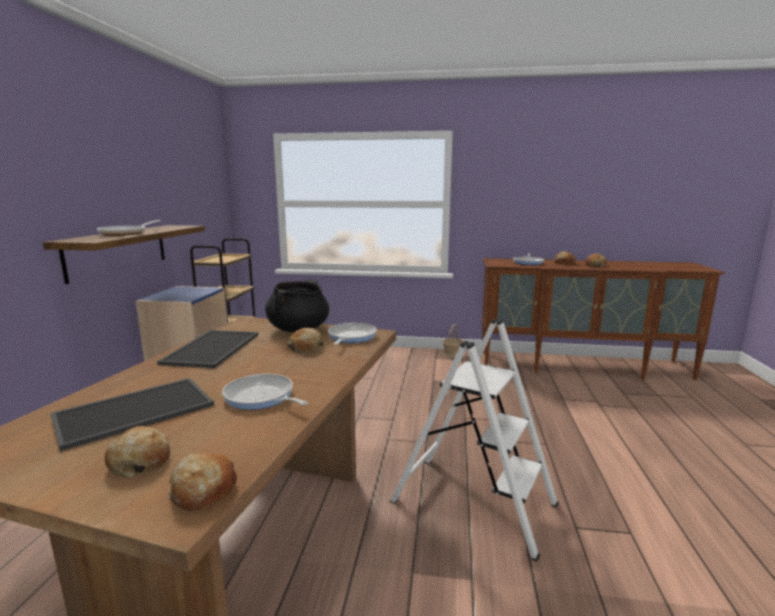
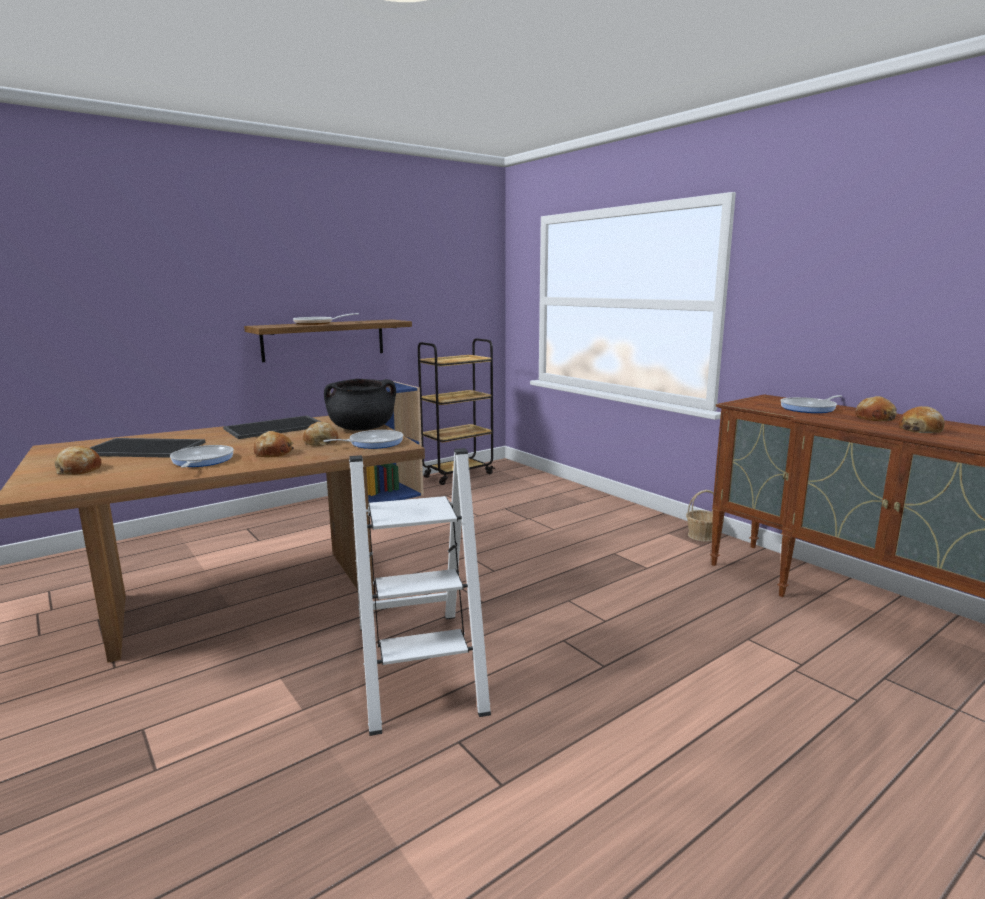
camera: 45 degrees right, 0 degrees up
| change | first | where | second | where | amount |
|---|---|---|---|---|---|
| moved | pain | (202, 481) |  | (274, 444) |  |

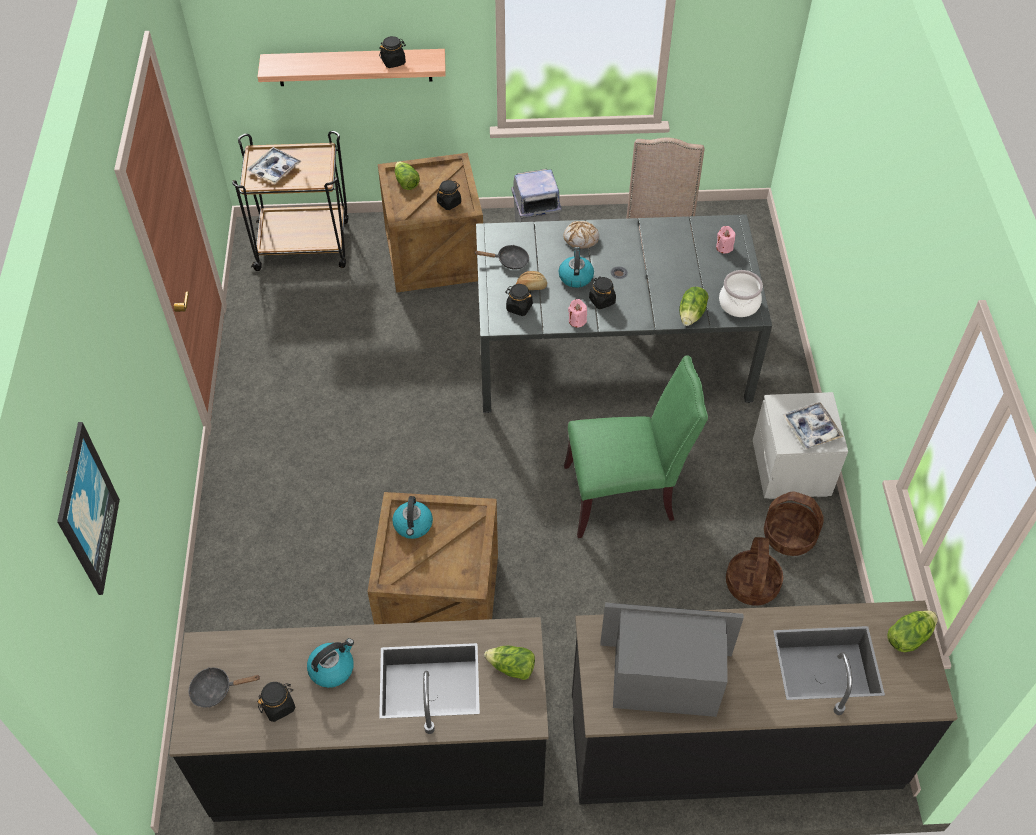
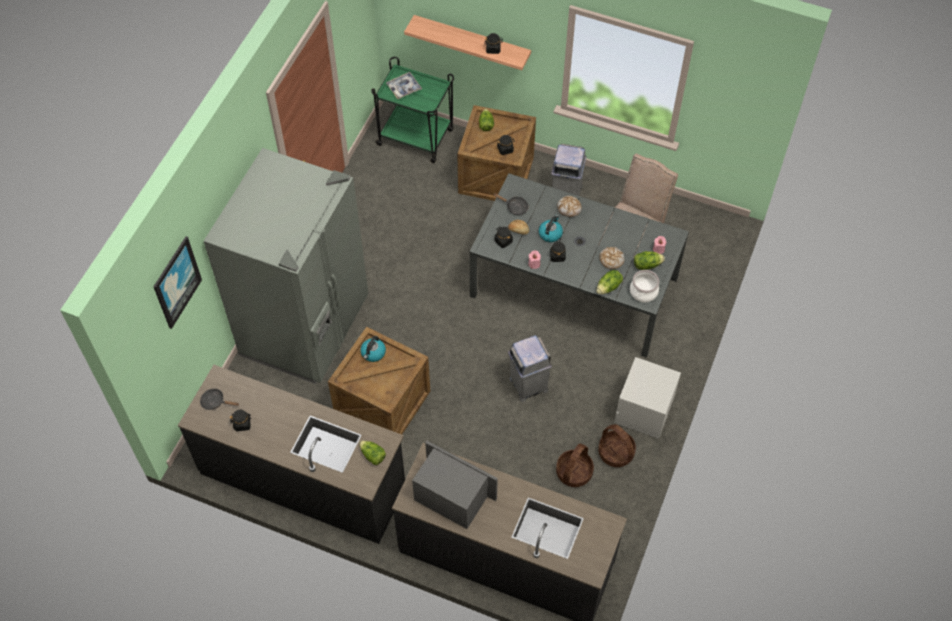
camera: 25 degrees right, 5 degrees up
| change | first | where | second | where | amount |
|---|---|---|---|---|---|
| recoloured | chariot/marron | (290, 201) | chariot/vert | (412, 110) |  |
| replaced | chaise/vert | (636, 446) | poubelle/gris | (530, 368) |  |
| removed | plateau | (813, 425) |  |  |  |
| moved | laitue | (912, 631) |  | (649, 260) |  |
| removed | bouilloire | (330, 663) |  |  |  |
| added |  |  | réfrigérateur/gris | (286, 266) |  |
| added |  |  | pain | (611, 258) |  |

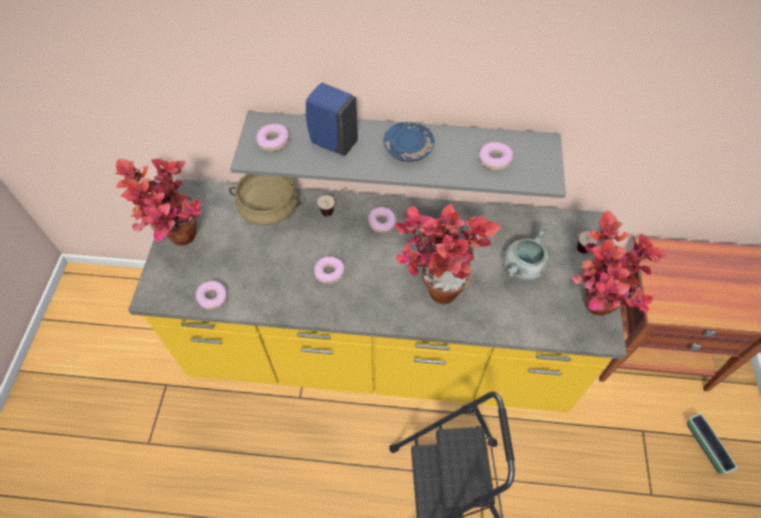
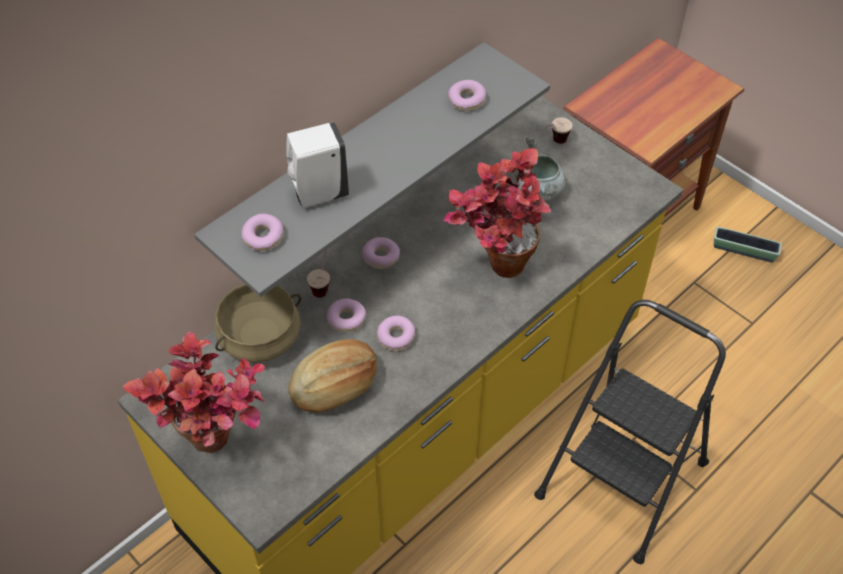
camera: 50 degrees left, 5 degrees down
| change | first | where | second | where | amount |
|---|---|---|---|---|---|
| recoloured | distributeur de savon/bleu | (332, 119) | distributeur de savon/blanc | (317, 165) |  |
| removed | assiette/bleu | (409, 142) |  |  |  |
| removed | plante en pot | (620, 263) |  |  |  |
| moved | beignet | (211, 295) |  | (346, 315) |  |
| added |  |  | pain | (332, 375) |  |

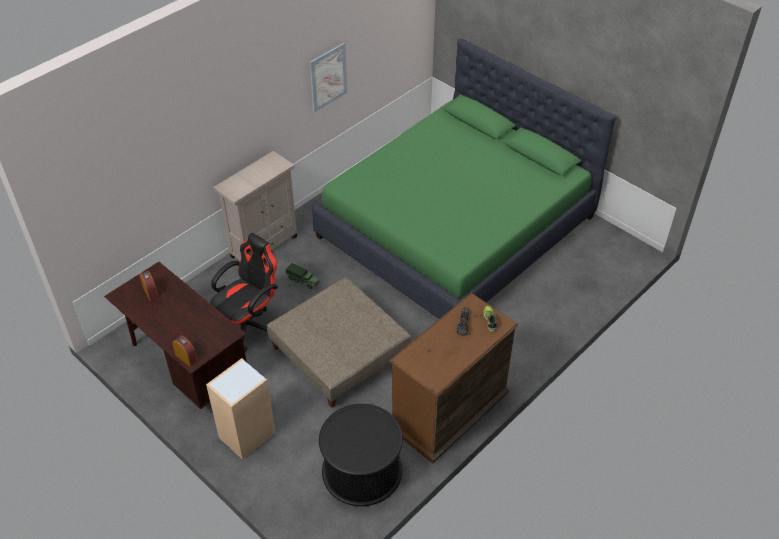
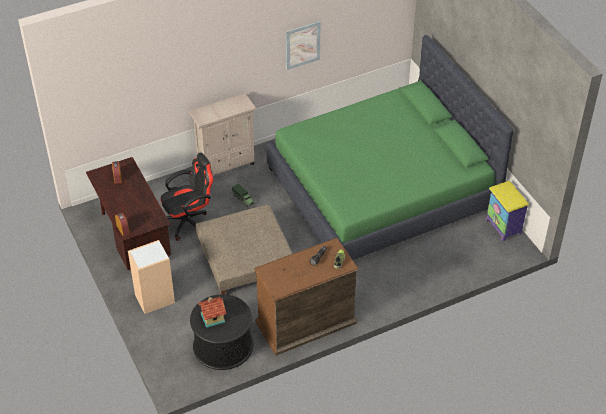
camera: 20 degrees right, 0 degrees up
| change | first | where | second | where | amount |
|---|---|---|---|---|---|
| added |  |  | table de chevet | (507, 211) |  |
| added |  |  | maison miniature | (212, 312) |  |

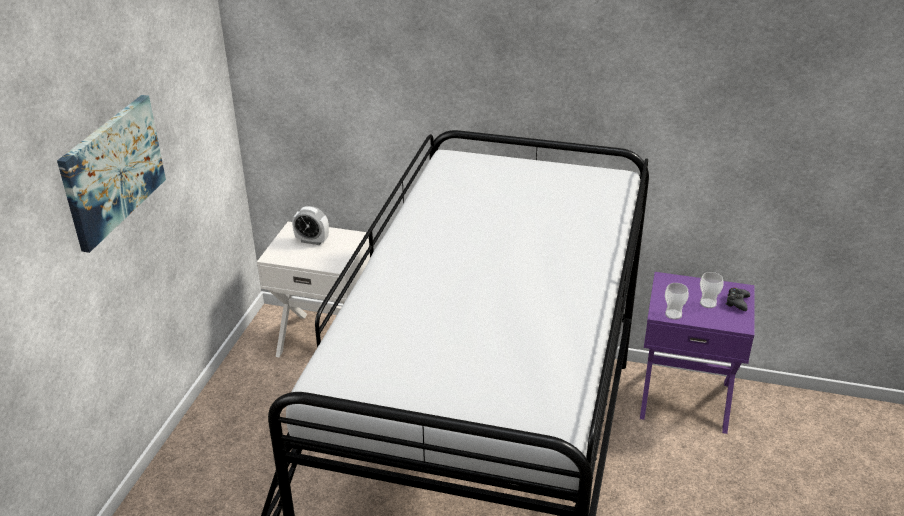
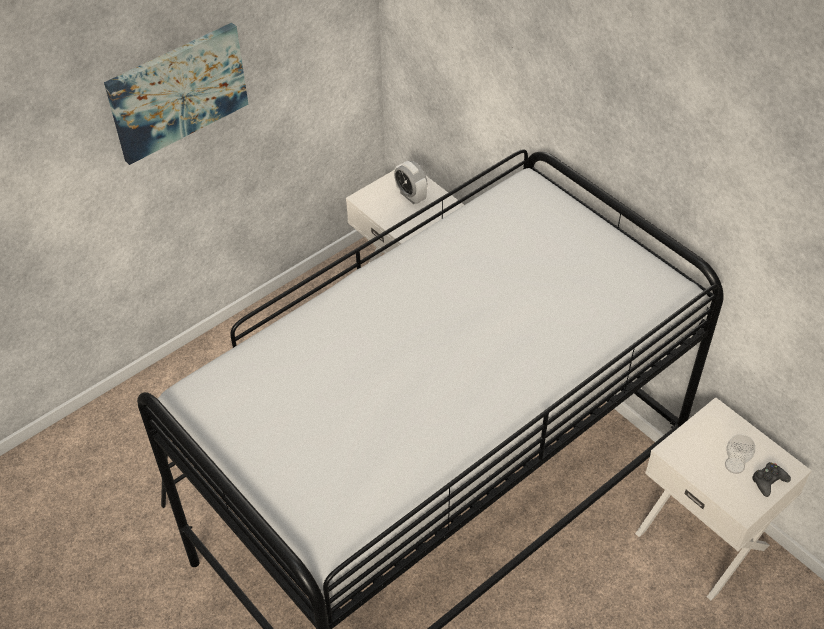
camera: 35 degrees right, 15 degrees up
| change | first | where | second | where | amount |
|---|---|---|---|---|---|
| recoloured | table de chevet/violet | (697, 353) | table de chevet/blanc | (723, 498) |  |
| removed | tasse | (677, 301) |  |  |  |

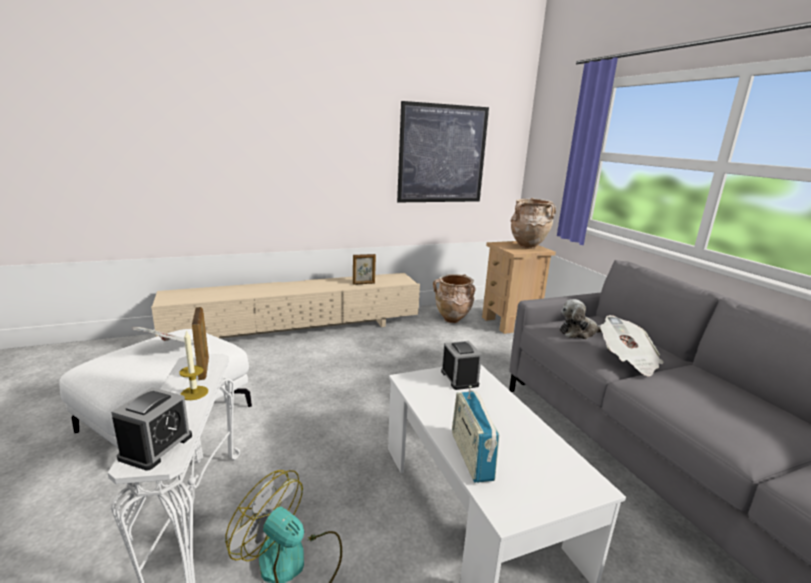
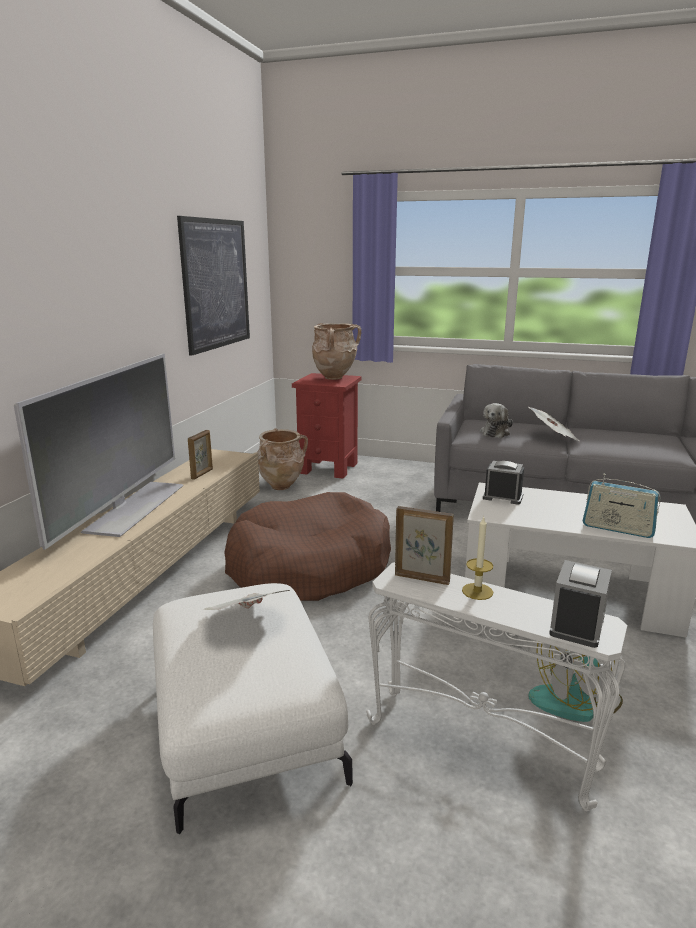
camera: 50 degrees left, 0 degrees up
| change | first | where | second | where | amount |
|---|---|---|---|---|---|
| recoloured | table de chevet/beige | (519, 287) | table de chevet/rouge | (327, 426) |  |
| turned | réveil | (151, 429) |  | (580, 604) | 60 degrees clockwise |
| added |  |  | téléviseur | (99, 451) |  |
| added |  |  | panier pour chien/marron | (307, 546) |  |

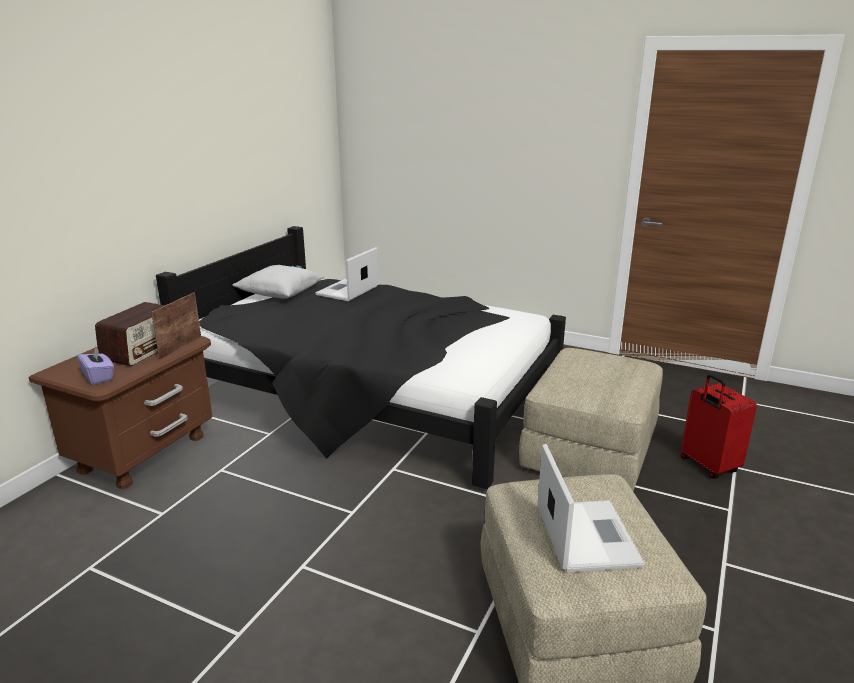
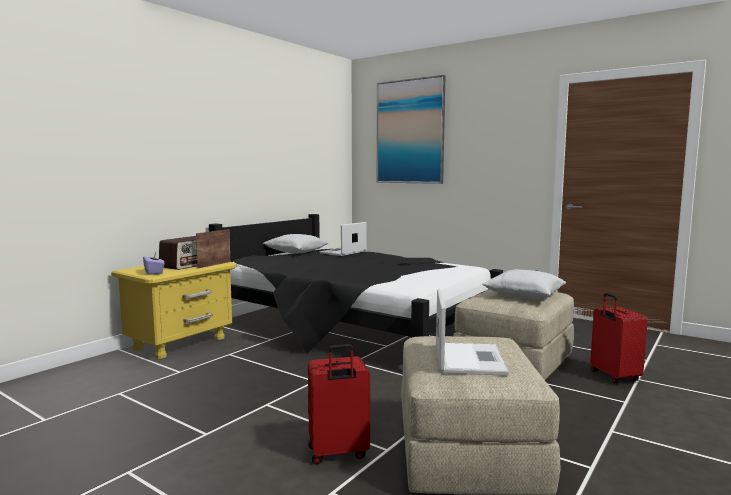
camera: 10 degrees right, 15 degrees down
| change | first | where | second | where | amount |
|---|---|---|---|---|---|
| recoloured | table de chevet/marron | (120, 412) | table de chevet/jaune | (173, 310) |  |
| added |  |  | tableau | (411, 129) |  |
| added |  |  | coussin/gris | (524, 284) |  |
| added |  |  | valise/rouge | (339, 404) |  |

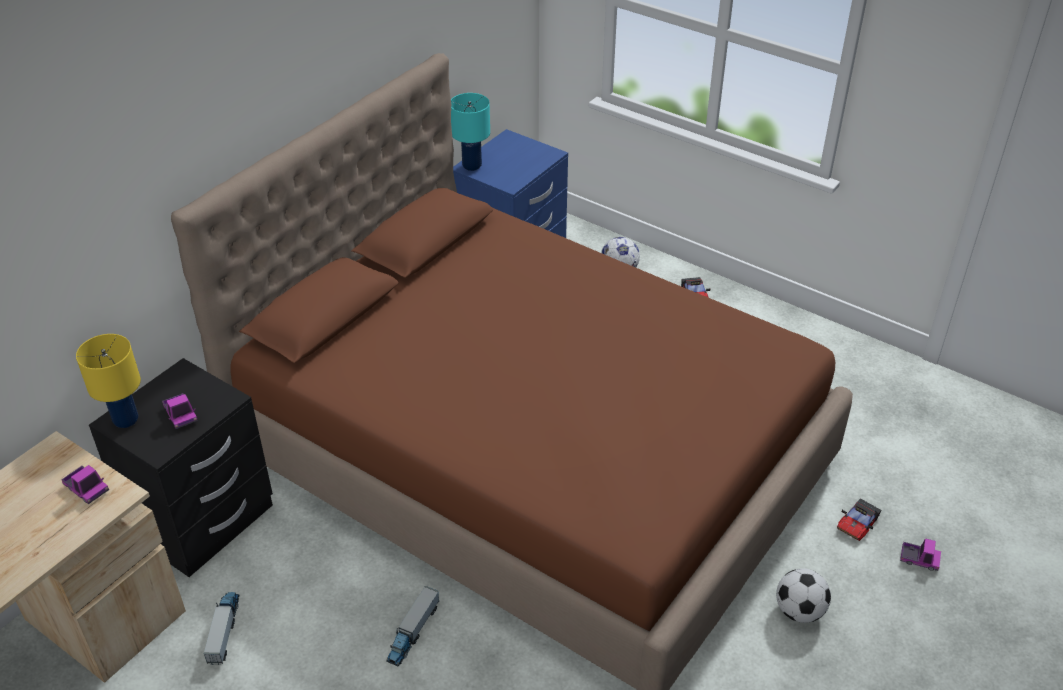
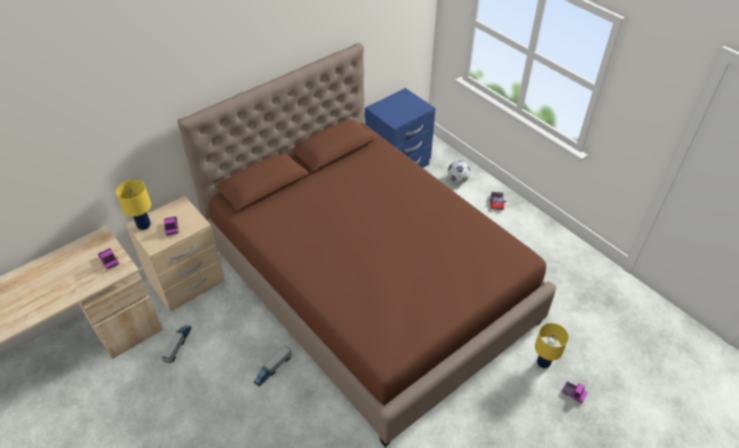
camera: 15 degrees right, 5 degrees up
| change | first | where | second | where | amount |
|---|---|---|---|---|---|
| removed | lampe de table/turquoise | (470, 132) |  |  |  |
| recoloured | table de chevet/noir | (181, 467) | table de chevet/beige | (175, 254) |  |
| replaced | petite voiture | (859, 519) | lampe de table/jaune | (552, 345) |  |
| removed | ballon de foot | (803, 595) |  |  |  |

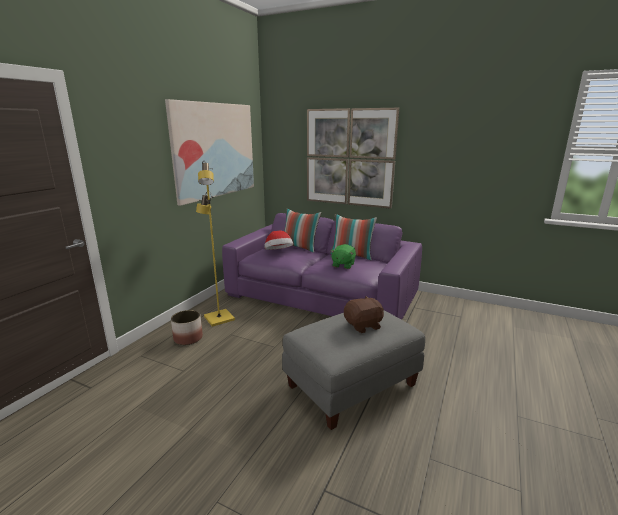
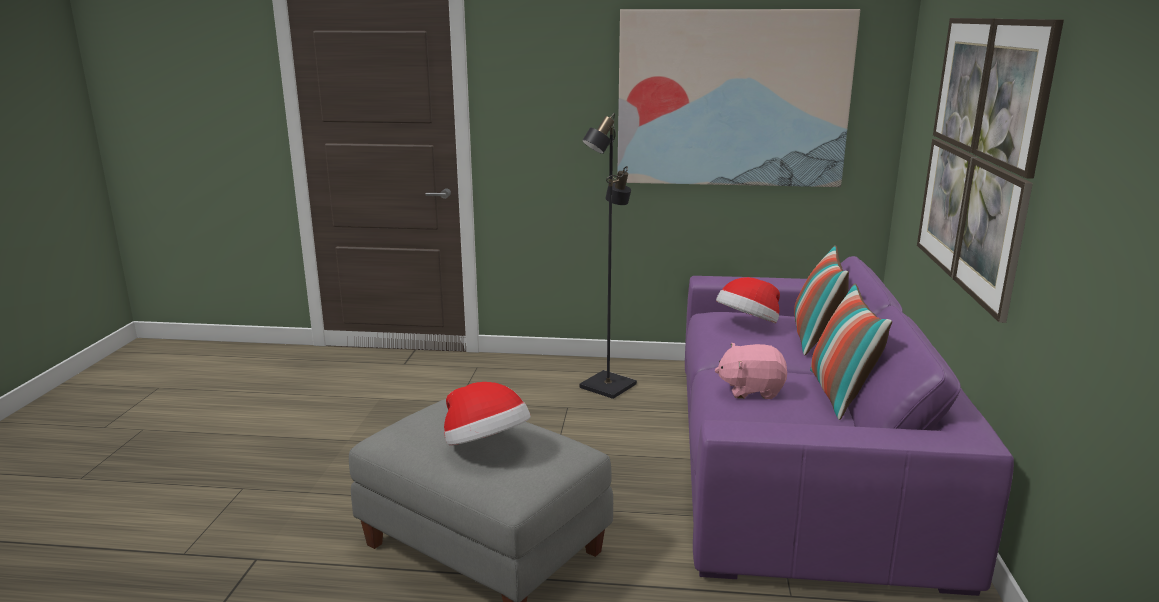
camera: 70 degrees right, 0 degrees up
| change | first | where | second | where | amount |
|---|---|---|---|---|---|
| recoloured | lampadaire/jaune | (215, 244) | lampadaire/noir | (608, 256) |  |
| recoloured | peluche/vert | (343, 256) | peluche/rose | (751, 371) |  |
| replaced | peluche/marron | (364, 314) | chapeau | (487, 413) |  |
| removed | cache-pot | (187, 327) |  |  |  |

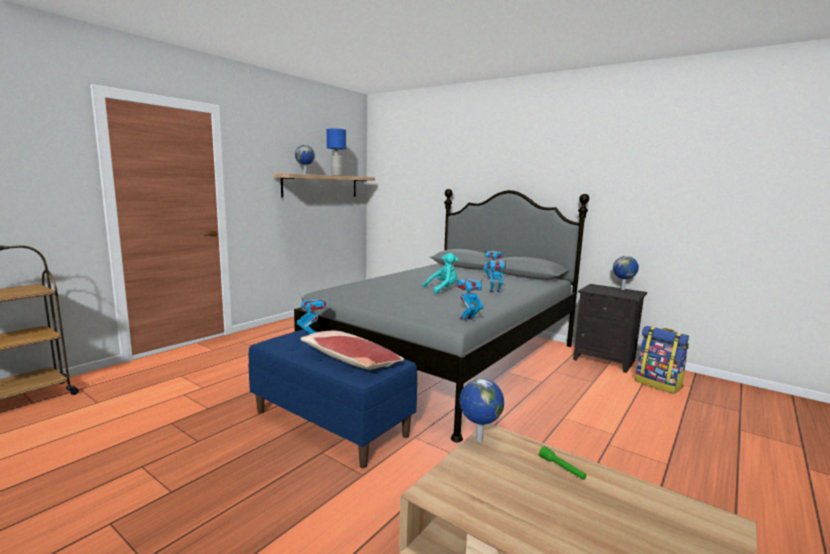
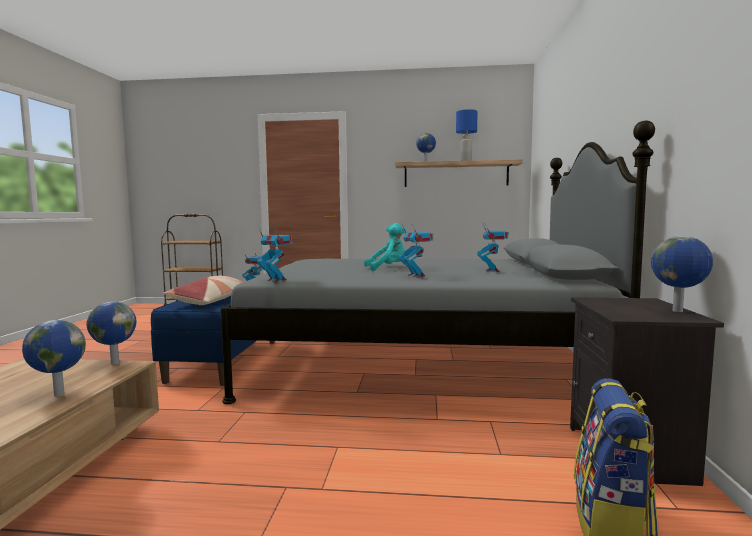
camera: 60 degrees right, 5 degrees down
| change | first | where | second | where | amount |
|---|---|---|---|---|---|
| turned | peluche/turquoise | (440, 273) |  | (385, 247) | 45 degrees counterclockwise |
| replaced | lampe de poche/vert | (562, 463) | globe | (54, 358) |  |

